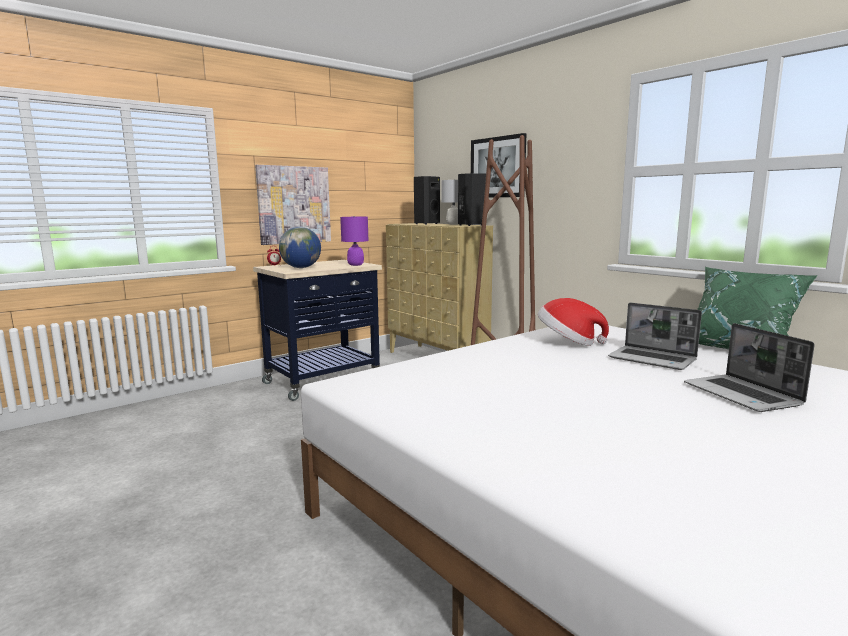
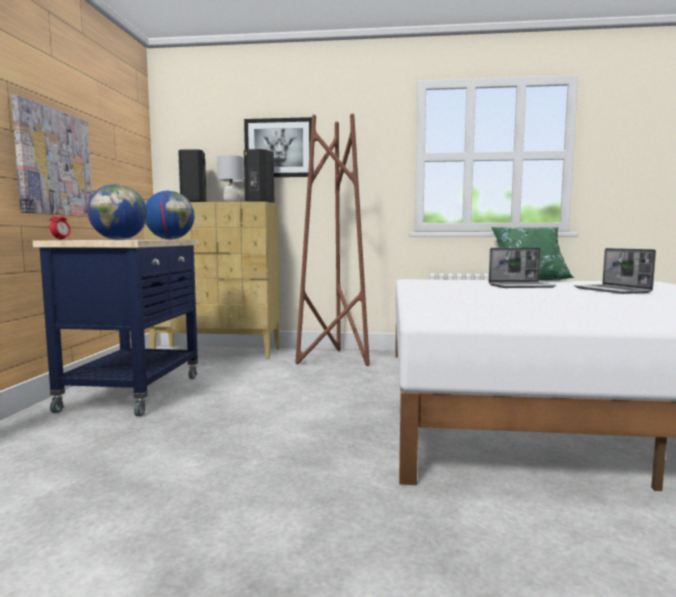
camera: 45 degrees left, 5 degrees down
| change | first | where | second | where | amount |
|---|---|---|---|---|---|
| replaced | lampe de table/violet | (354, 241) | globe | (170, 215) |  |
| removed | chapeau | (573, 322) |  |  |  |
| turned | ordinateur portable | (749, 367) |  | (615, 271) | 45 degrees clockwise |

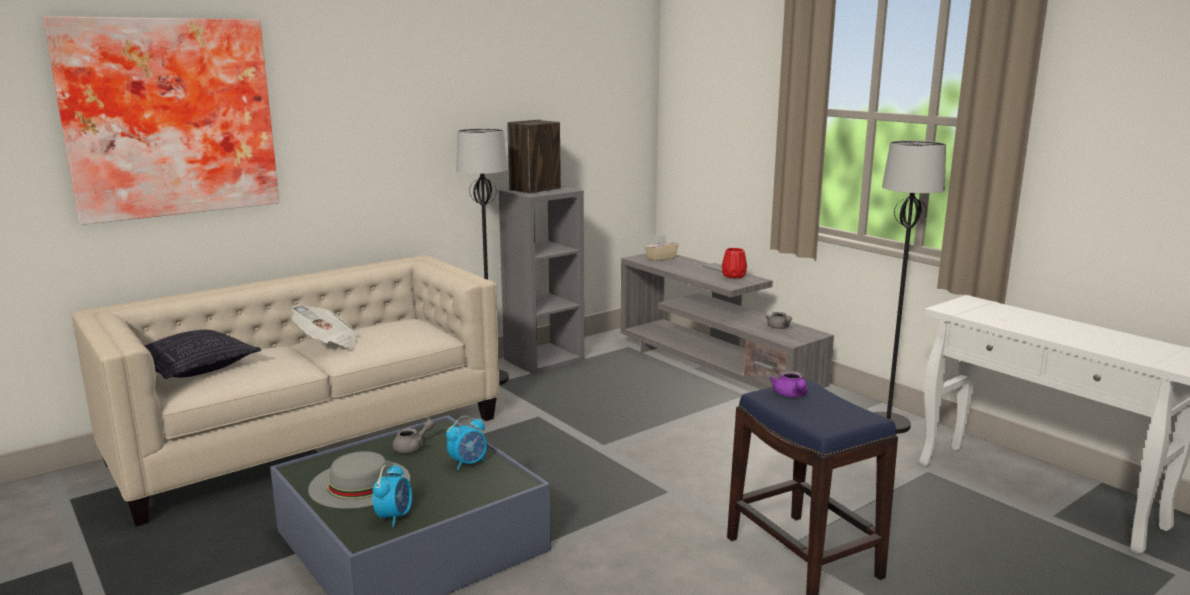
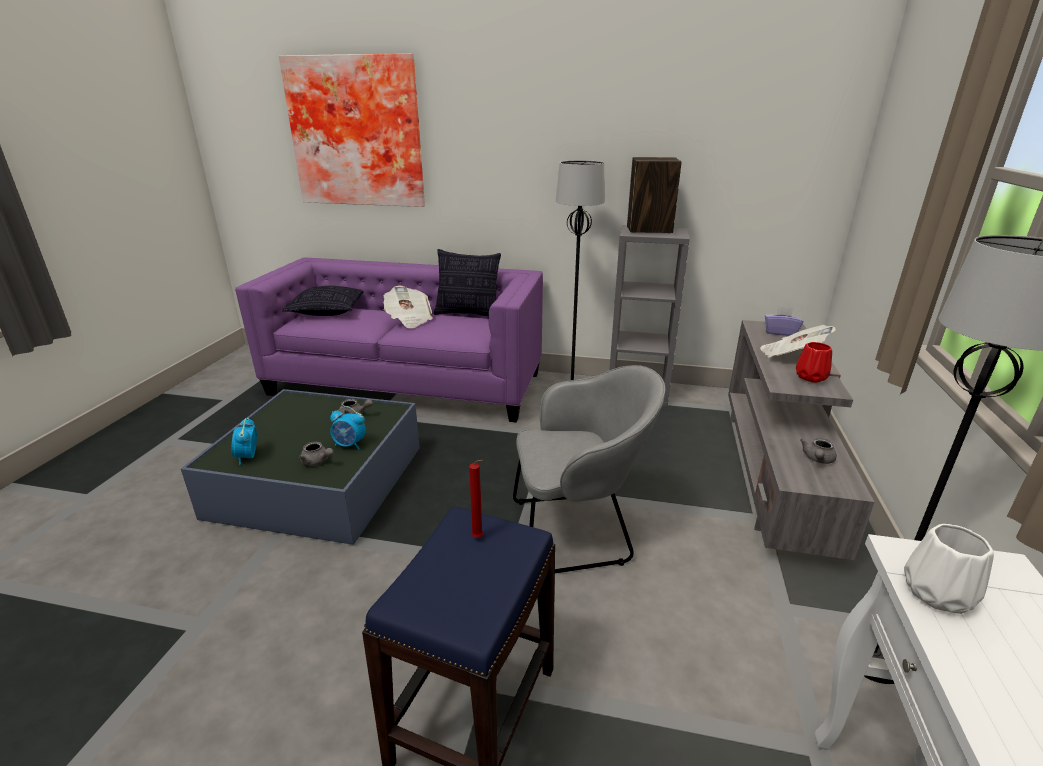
camera: 50 degrees right, 10 degrees up
| change | first | where | second | where | amount |
|---|---|---|---|---|---|
| recoloured | boîte à mouchoirs/beige | (662, 248) | boîte à mouchoirs/violet | (784, 321) |  |
| recoloured | canapé/beige | (285, 390) | canapé/violet | (389, 340) |  |
| replaced | théière/violet | (789, 384) | bougie/rouge | (476, 499) |  |
| removed | chapeau/gris | (359, 480) |  |  |  |
| turned | réveil | (392, 495) |  | (244, 441) | 105 degrees clockwise |
| added |  |  | coussin | (467, 282) |  |
| added |  |  | journal | (798, 341) |  |
| added |  |  | fauteuil/gris | (589, 469) |  |
| added |  |  | théière/gris | (316, 453) |  |
| added |  |  | vase/blanc | (949, 569) |  |

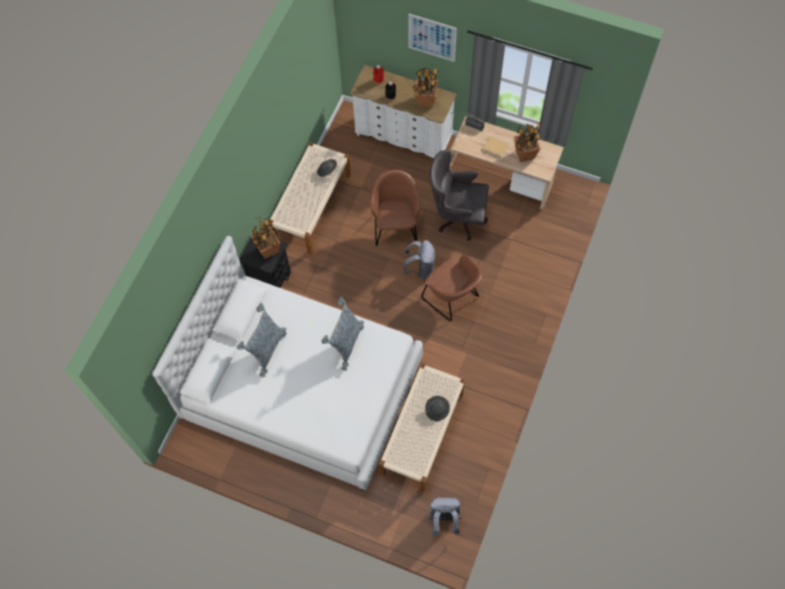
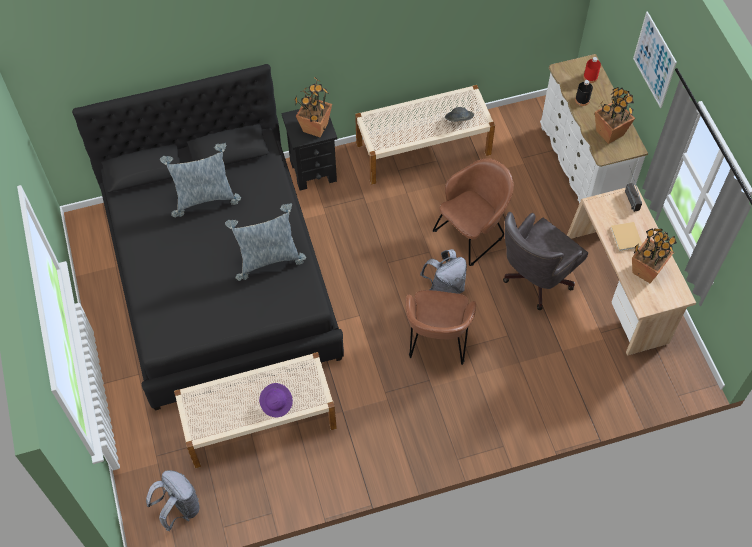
camera: 50 degrees right, 5 degrees down
| change | first | where | second | where | amount |
|---|---|---|---|---|---|
| turned | chaise de bureau/gris | (459, 195) |  | (545, 261) | 105 degrees counterclockwise |
| recoloured | lit/blanc | (288, 363) | lit/noir | (208, 237) |  |
| recoloured | chapeau/gris | (437, 408) | chapeau/violet | (276, 400) |  |

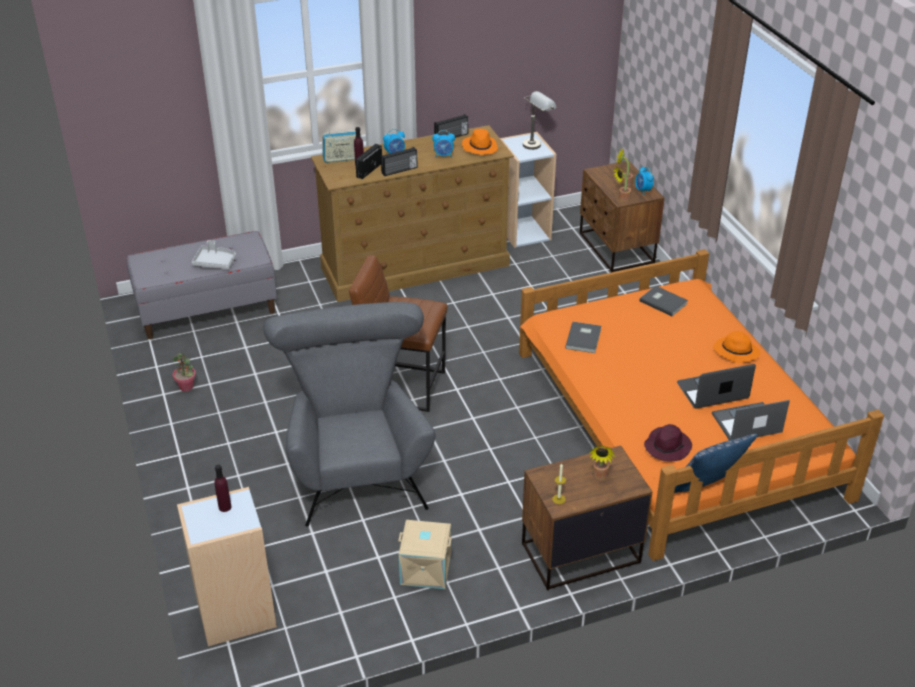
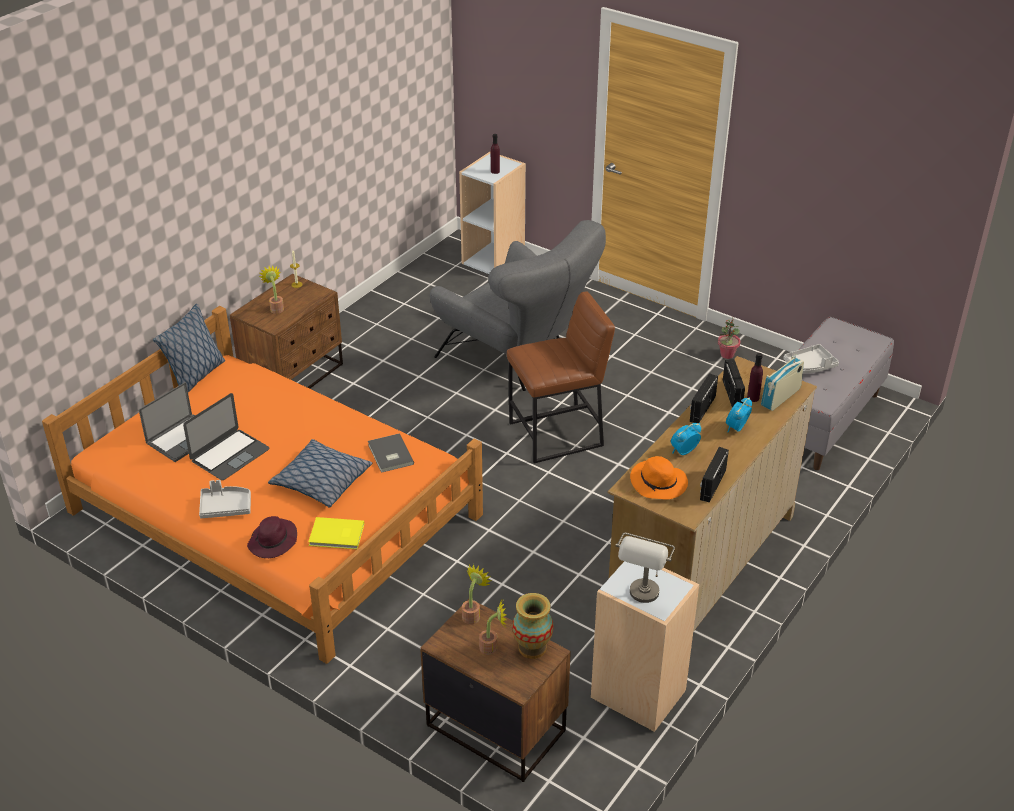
camera: 145 degrees right, 0 degrees up
| change | first | where | second | where | amount |
|---|---|---|---|---|---|
| removed | réveil | (644, 181) |  |  |  |
| recoloured | livre/gris | (663, 301) | livre/jaune | (336, 533) |  |
| replaced | chapeau/orange | (737, 347) | plateau/gris | (225, 499) |  |
| moved | chapeau/violet | (668, 442) |  | (272, 537) |  |
| removed | boîte de rangement/beige | (425, 554) |  |  |  |
| added |  |  | coussin | (320, 473) |  |
| added |  |  | vase | (532, 626) |  |

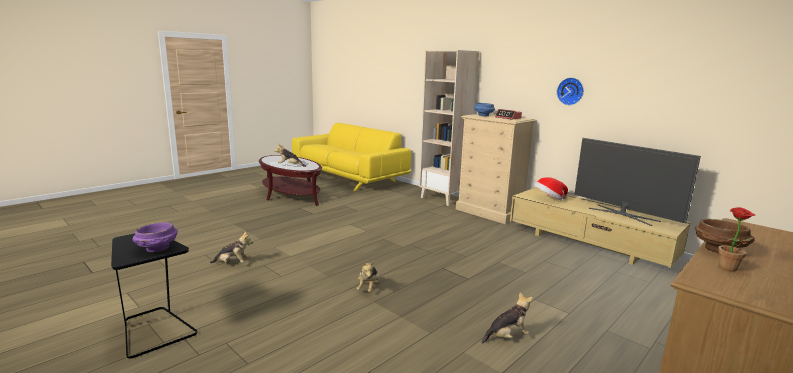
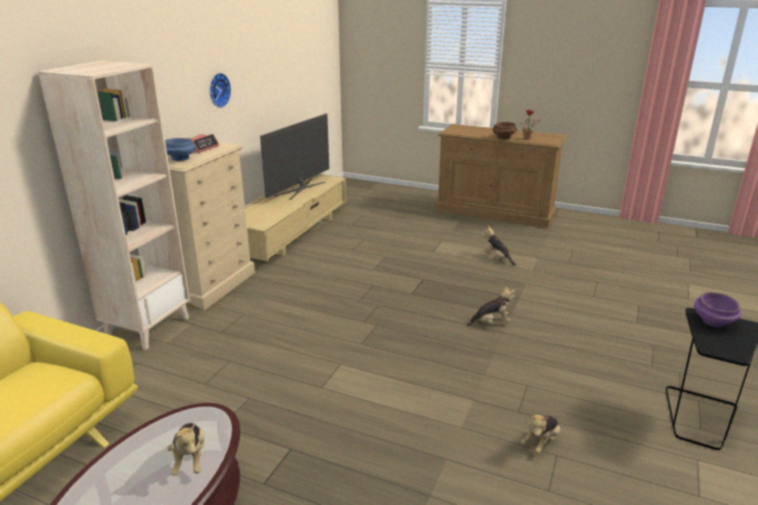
camera: 110 degrees left, 10 degrees up
| change | first | where | second | where | amount |
|---|---|---|---|---|---|
| removed | chapeau | (551, 189) |  |  |  |
| turned | peluche | (232, 247) |  | (540, 434) | 120 degrees counterclockwise |

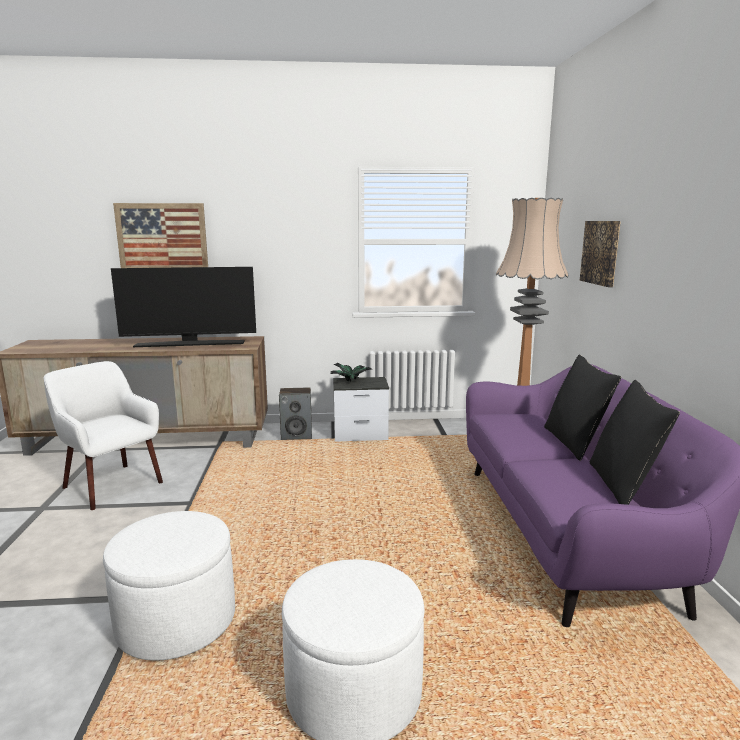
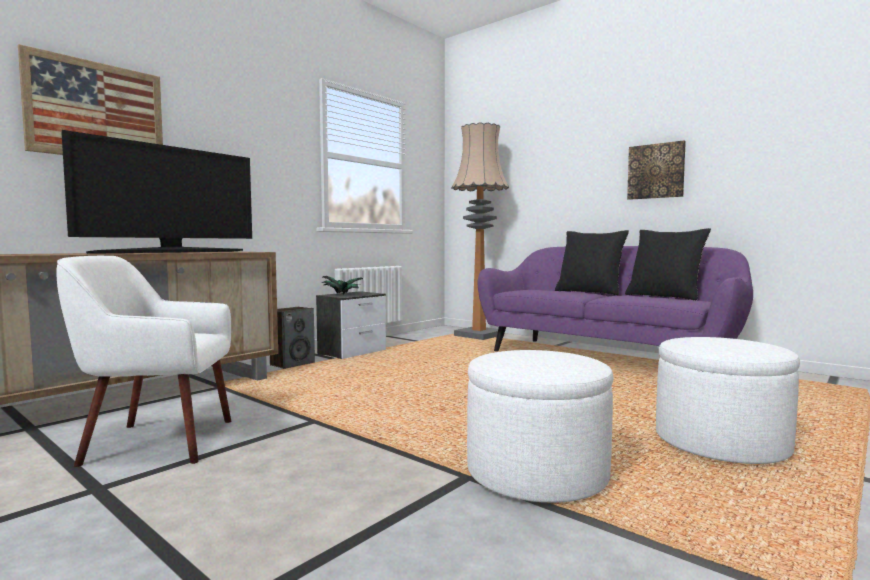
camera: 45 degrees left, 10 degrees down
| change | first | where | second | where | amount |
|---|---|---|---|---|---|
| moved | tableau | (600, 254) |  | (656, 170) |  |

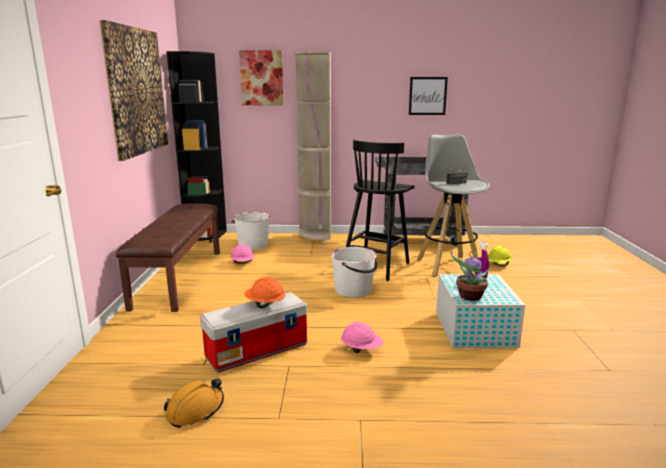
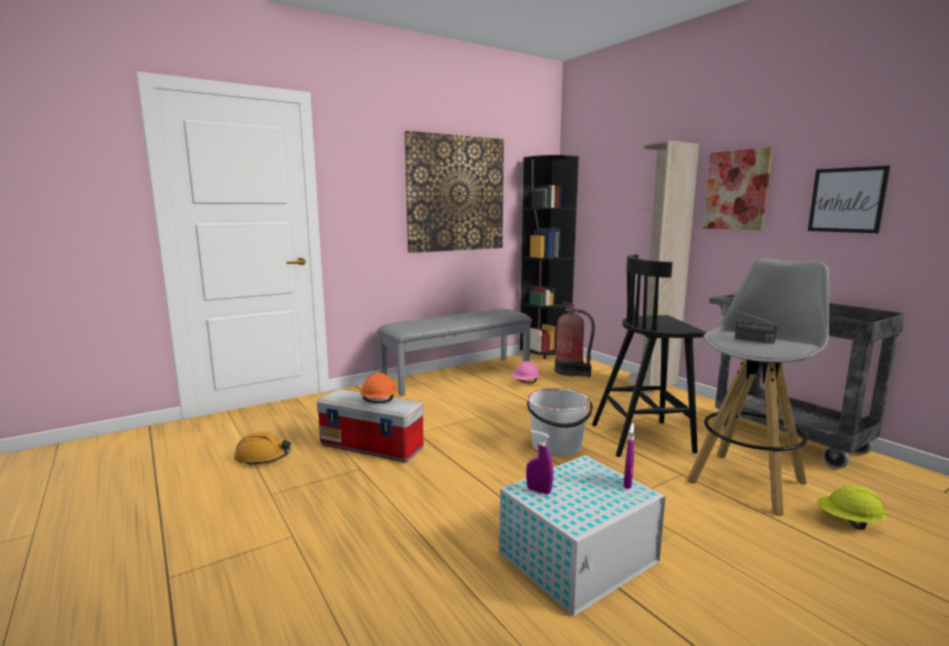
camera: 55 degrees right, 5 degrees down
| change | first | where | second | where | amount |
|---|---|---|---|---|---|
| moved | tableau | (261, 77) |  | (738, 188) |  |
| recoloured | banc/marron | (168, 258) | banc/gris | (454, 352) |  |
| replaced | seau/blanc | (251, 231) | extincteur | (575, 339) |  |
| replaced | plante en pot | (470, 276) | vaporisateur/violet | (539, 462) |  |
| removed | casque de chantier/rose | (362, 337) |  |  |  |

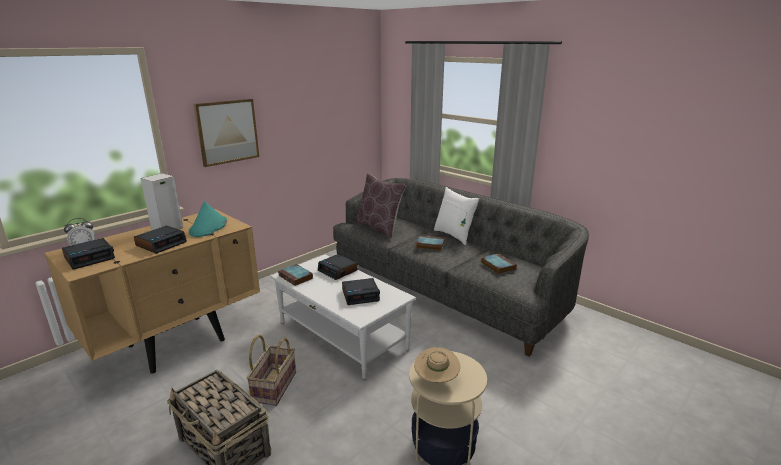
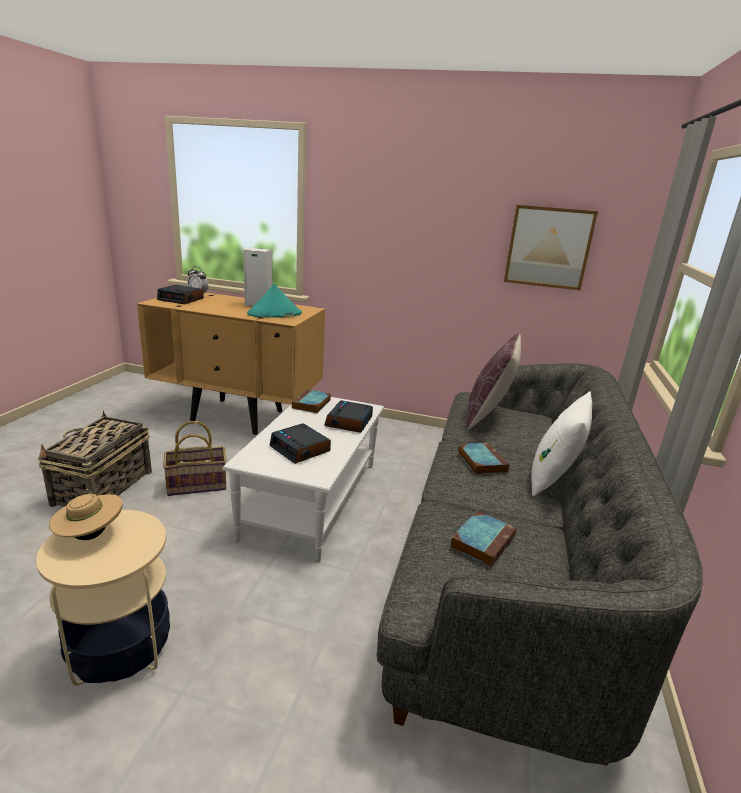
camera: 60 degrees right, 0 degrees up
| change | first | where | second | where | amount |
|---|---|---|---|---|---|
| moved | tableau | (226, 133) |  | (551, 247) |  |
| removed | réveil | (160, 240) |  |  |  |

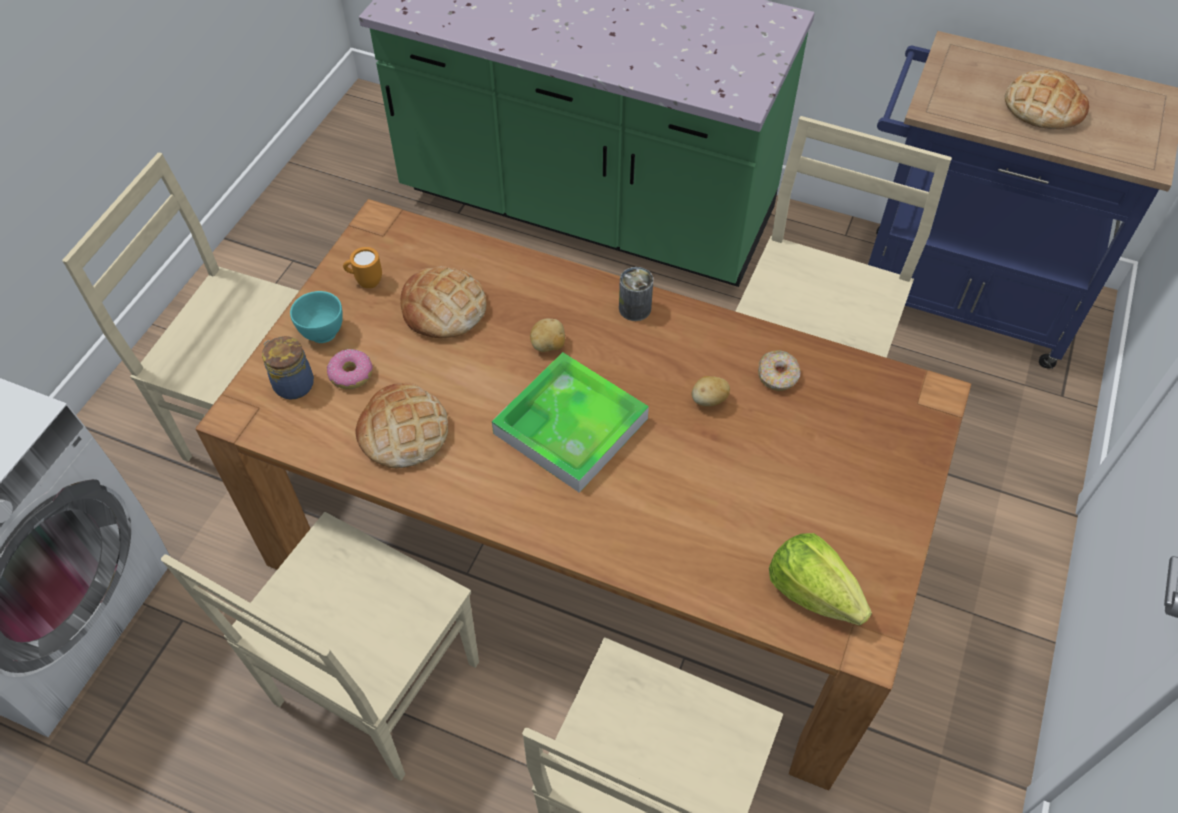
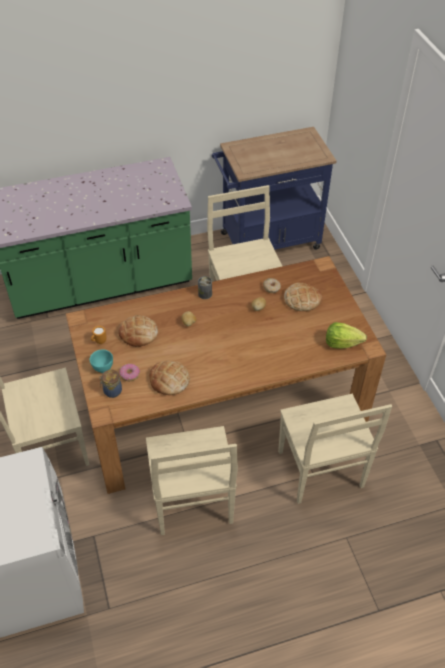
camera: 40 degrees left, 5 degrees down
| change | first | where | second | where | amount |
|---|---|---|---|---|---|
| moved | pain | (1047, 99) |  | (303, 296) |  |
| removed | plateau | (570, 422) |  |  |  |

